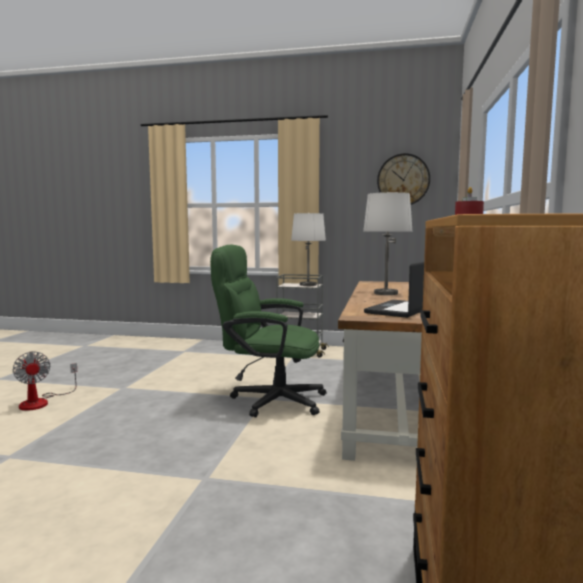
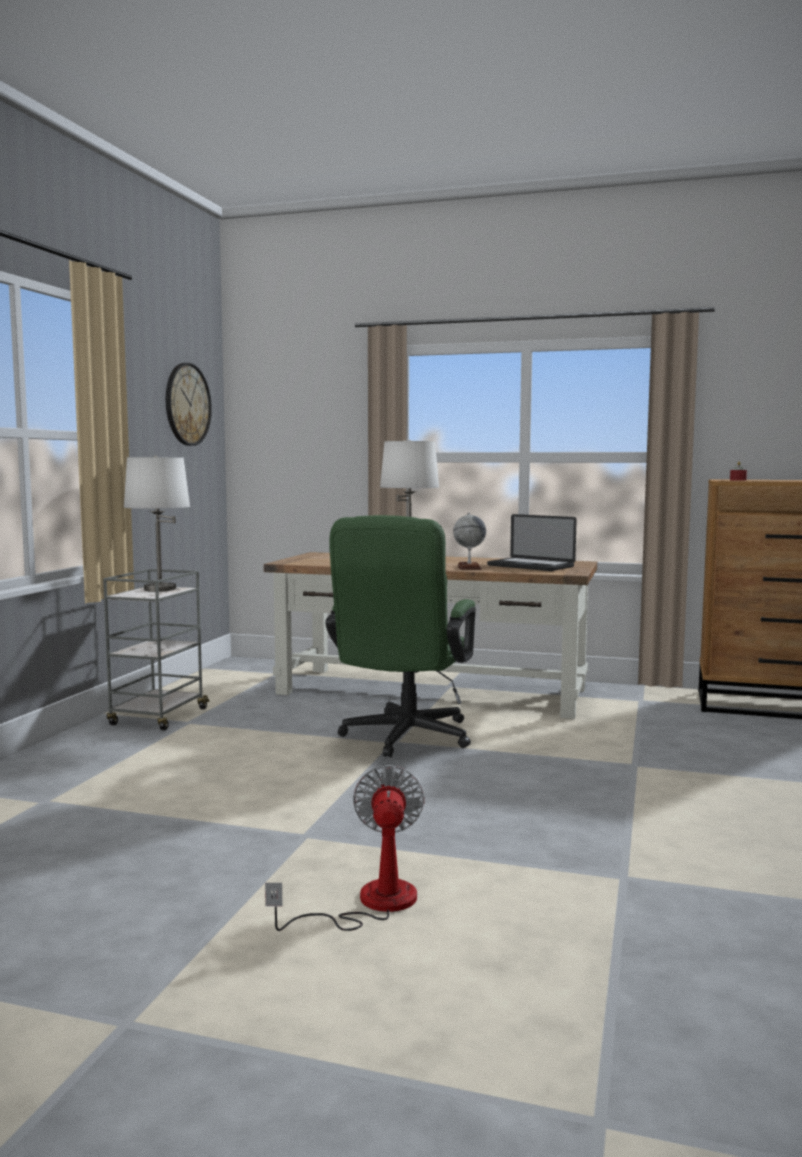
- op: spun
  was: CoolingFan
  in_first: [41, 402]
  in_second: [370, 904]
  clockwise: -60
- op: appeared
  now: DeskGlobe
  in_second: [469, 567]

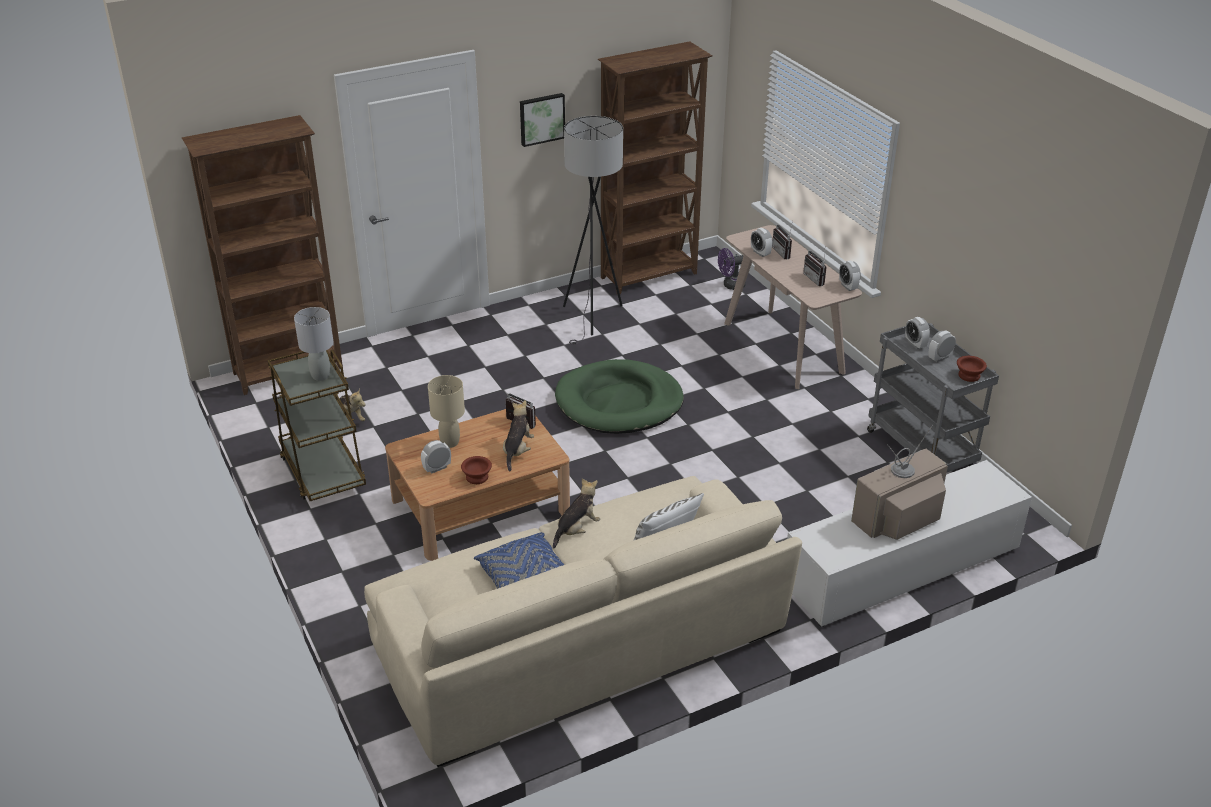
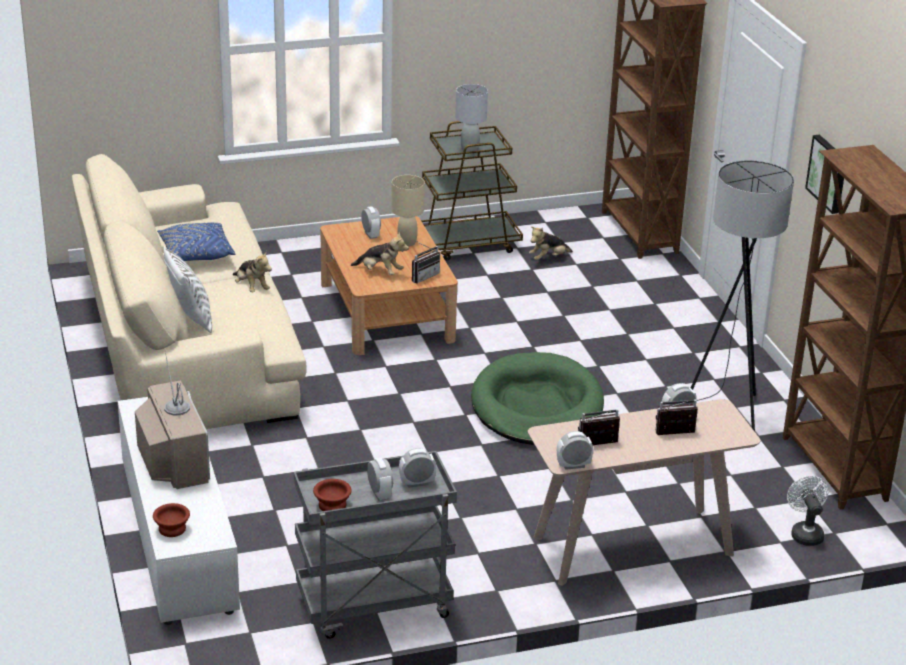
- op: relocated
  was: BrownishServingBowl
  in_first: [477, 477]
  in_second: [173, 529]
- op: colour
  was: PurplishCoolingFan
  now: WhiteCoolingFan
  in_first: [730, 285]
  in_second: [805, 533]

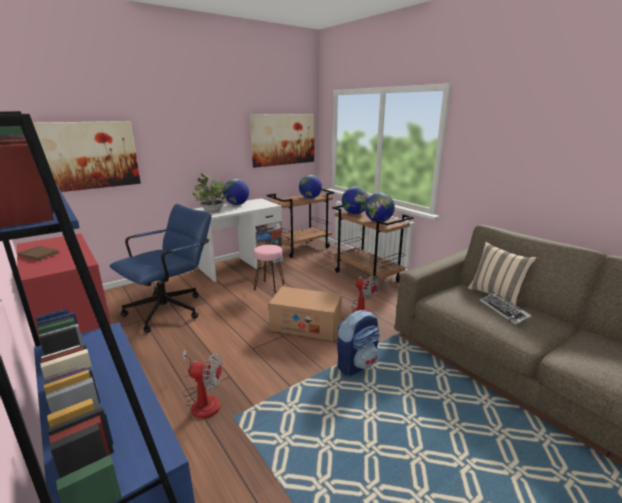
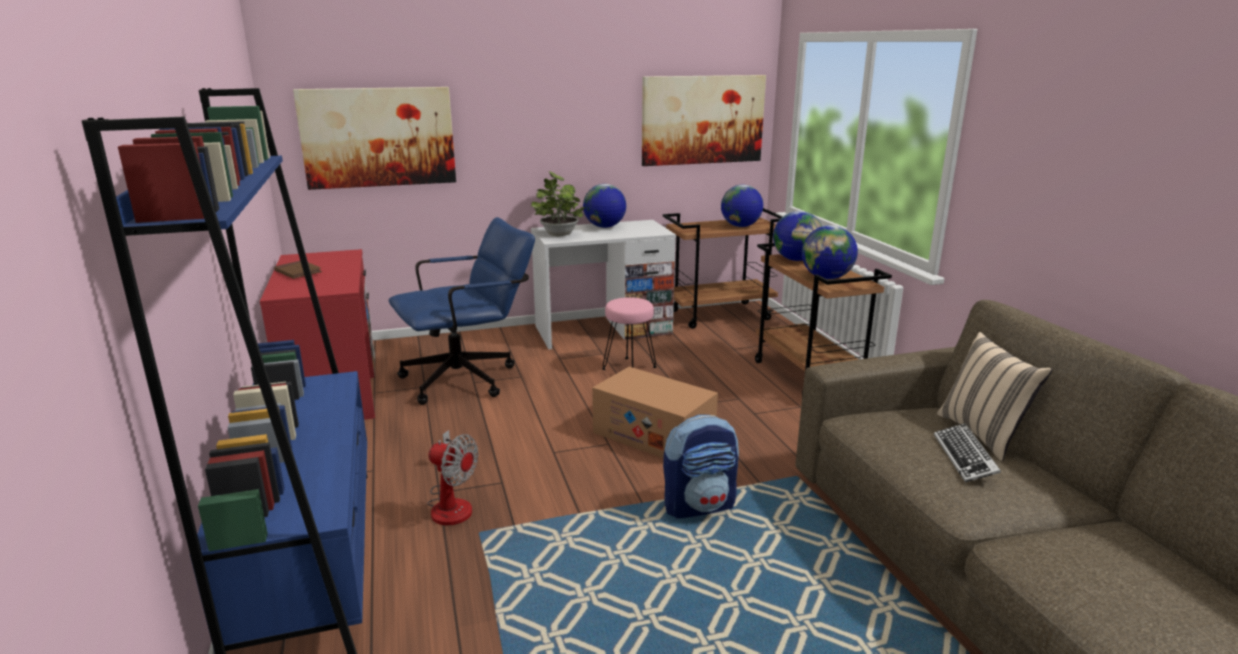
- op: missing
  was: CoolingFan
  in_first: [362, 309]

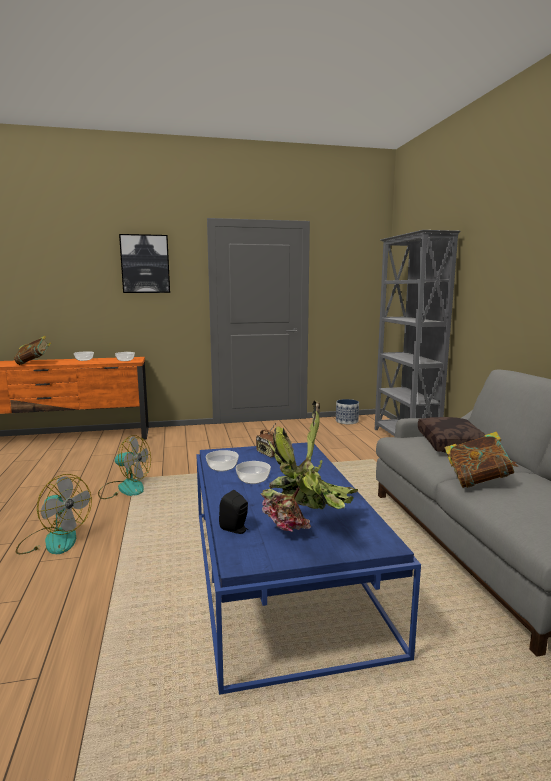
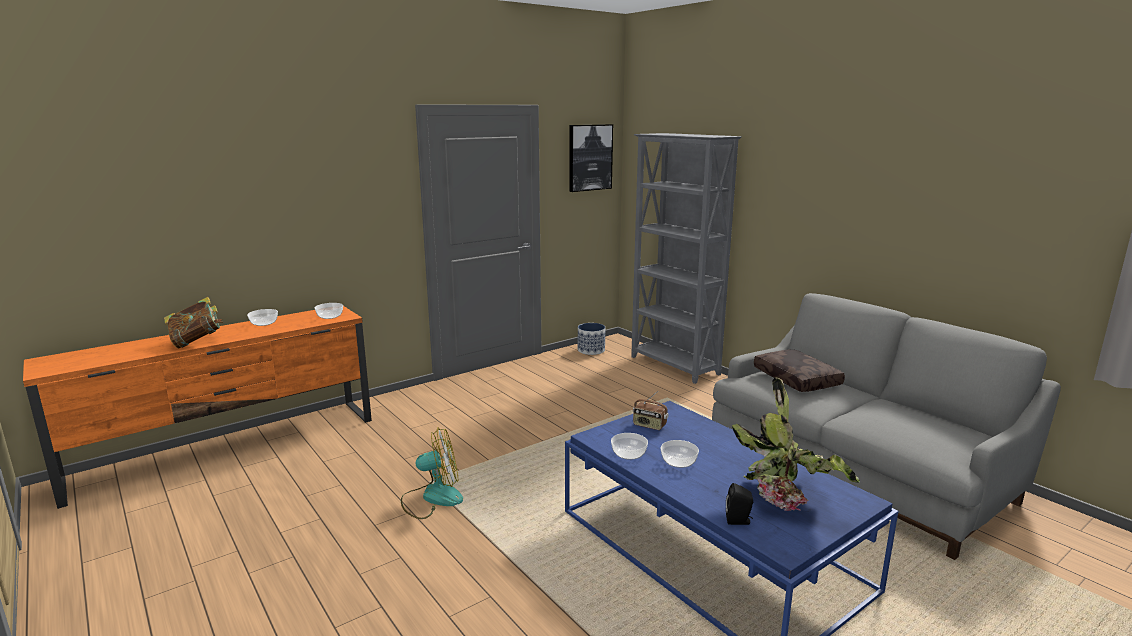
- op: missing
  was: CoolingFan
  in_first: [54, 540]
- op: relocated
  was: WallPicture
  in_first: [145, 264]
  in_second: [590, 157]
- op: missing
  was: Volume
  in_first: [477, 482]

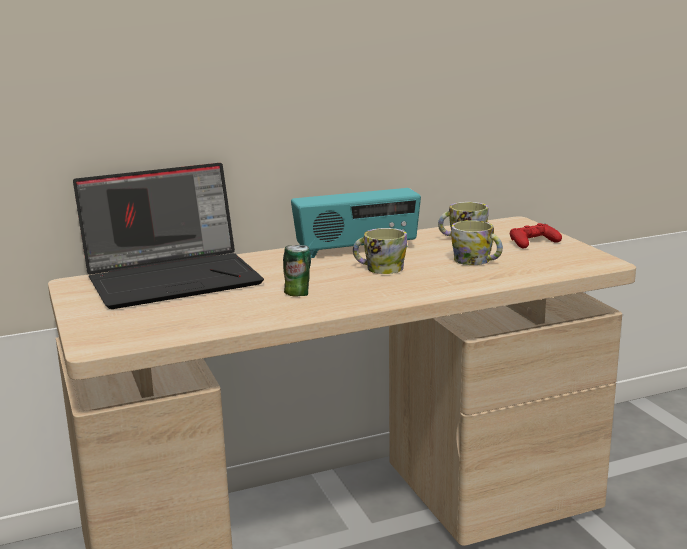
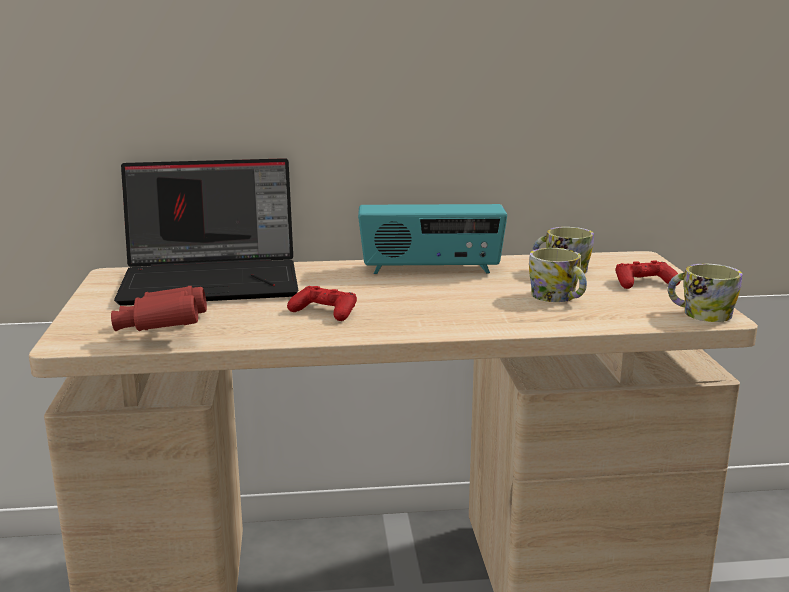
- op: exchanged
  was: MetalCan
  now: ReddishGameController
  in_first: [297, 294]
  in_second: [325, 312]
- op: relocated
  was: TeaMug
  in_first: [379, 269]
  in_second: [700, 314]
- op: appeared
  now: ReddishPairOfBinoculars
  in_second: [164, 331]

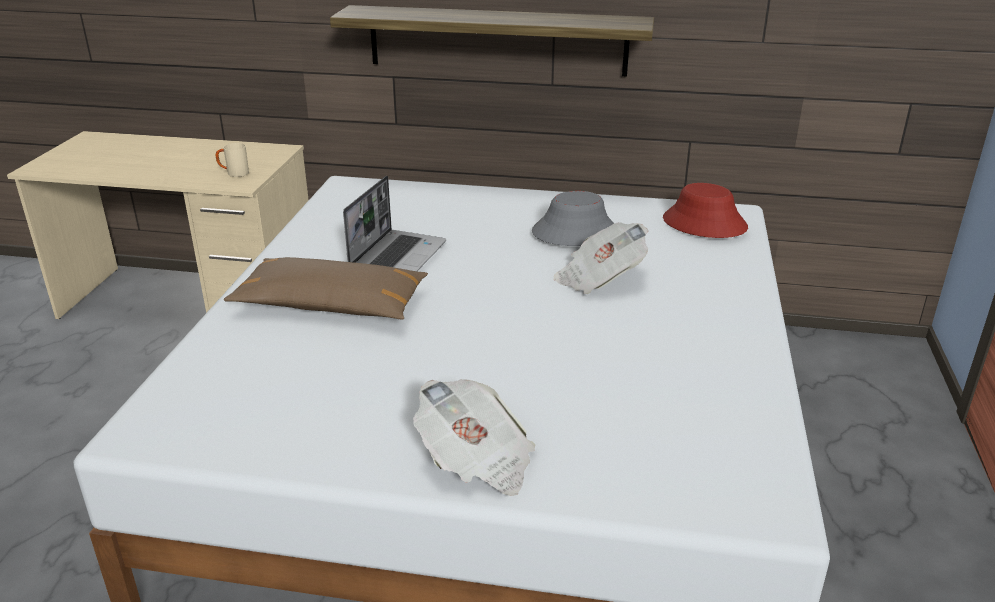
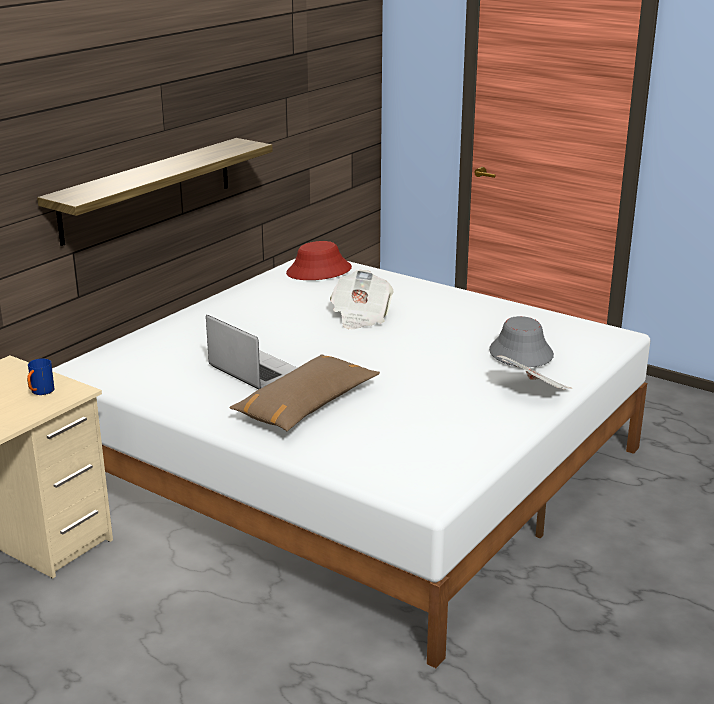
- op: colour
  was: BeigeTeaMug
  now: BluishTeaMug
  in_first: [234, 173]
  in_second: [40, 392]
- op: relocated
  was: GreyishWearableHat
  in_first: [574, 232]
  in_second: [520, 353]

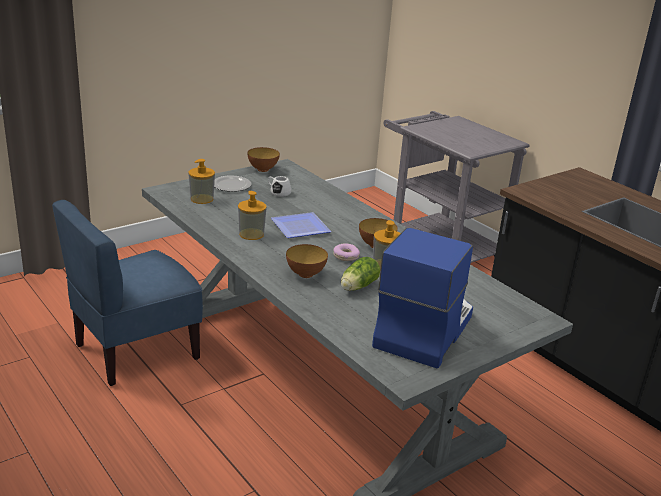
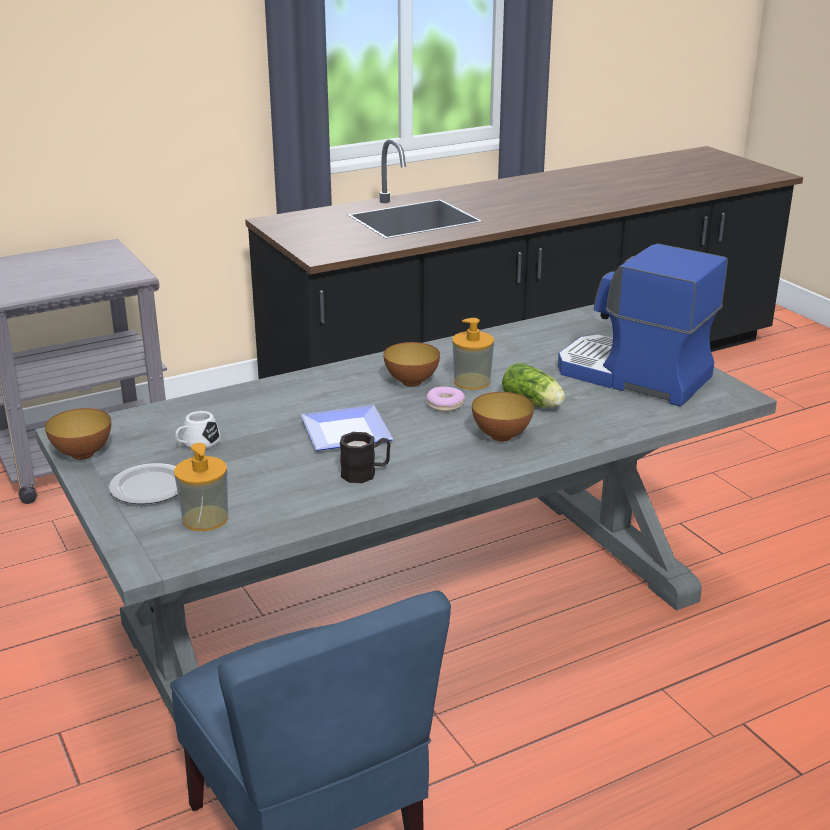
- op: exchanged
  was: SoapBottle
  now: BlackColouredTeaMug
  in_first: [251, 234]
  in_second: [365, 473]

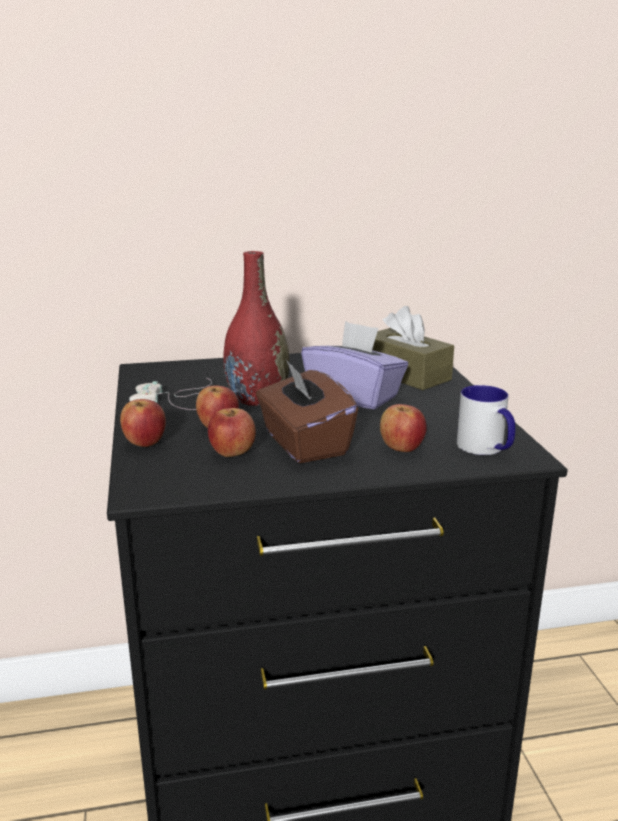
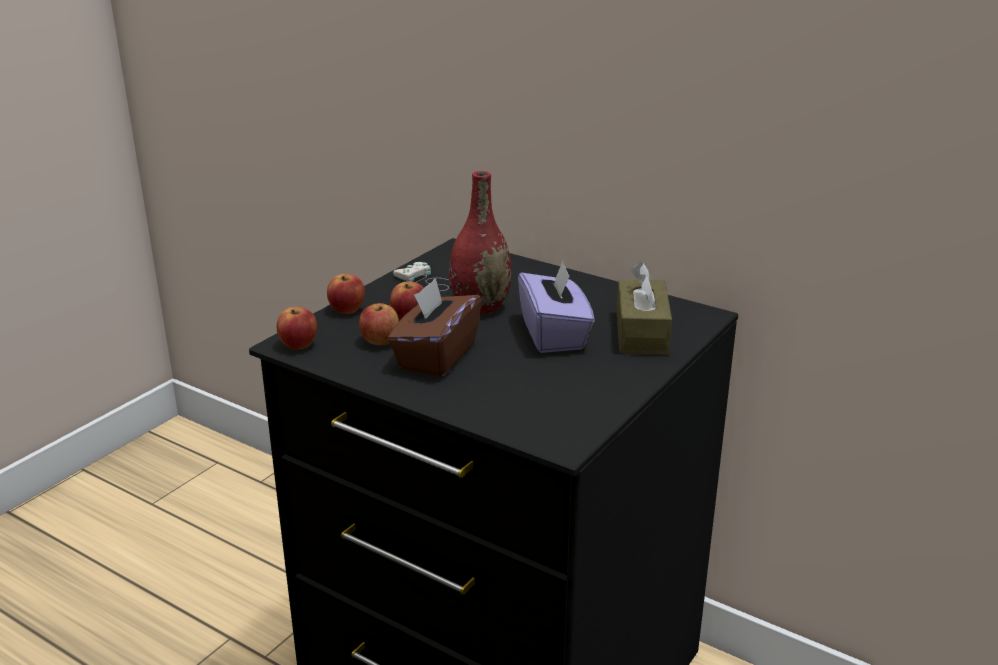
- op: relocated
  was: WholeApple
  in_first: [402, 448]
  in_second: [299, 345]
- op: missing
  was: TeaMug
  in_first: [486, 449]

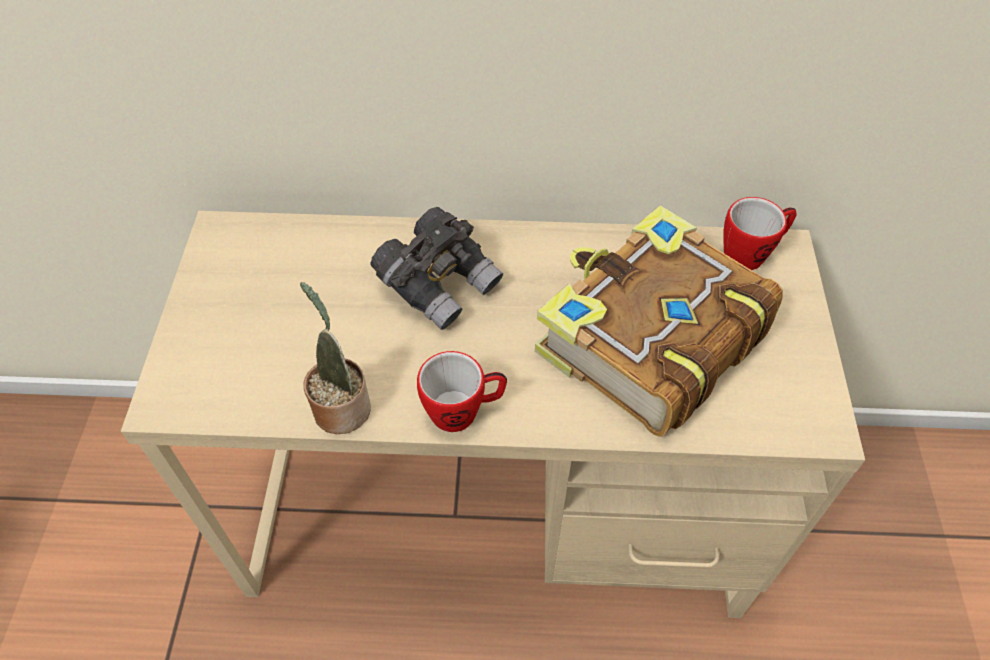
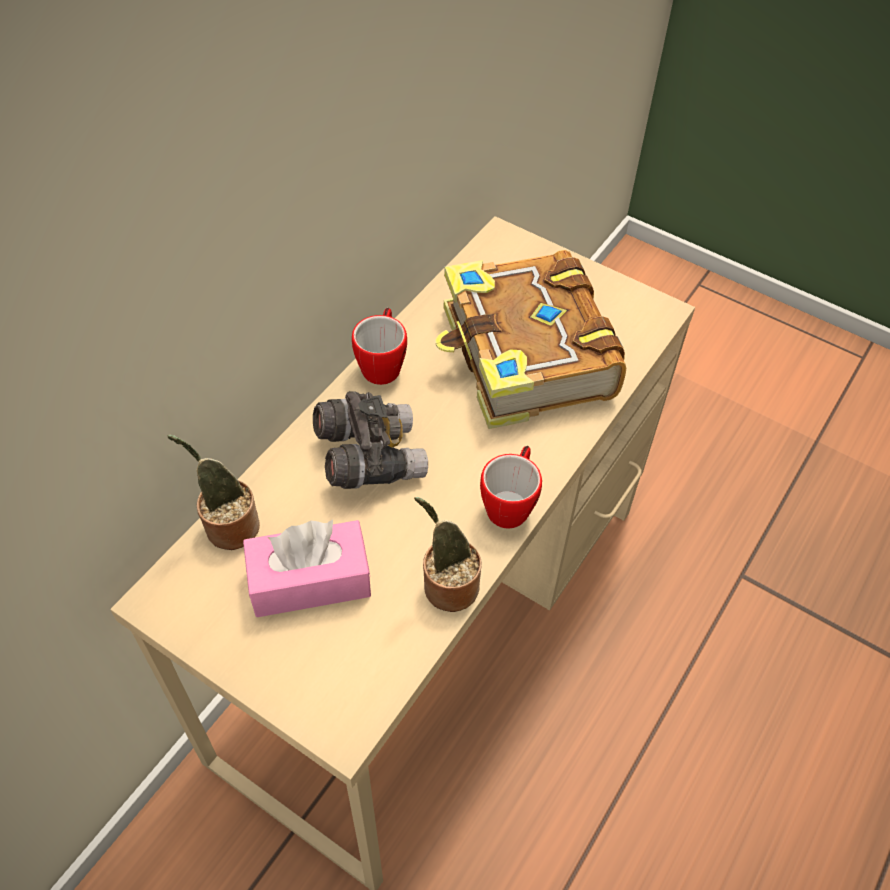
- op: relocated
  was: TeaMug
  in_first: [751, 253]
  in_second: [382, 364]
- op: appeared
  now: PottedPlant
  in_second: [228, 526]
- op: appeared
  now: PinkTissueBox
  in_second: [310, 580]

